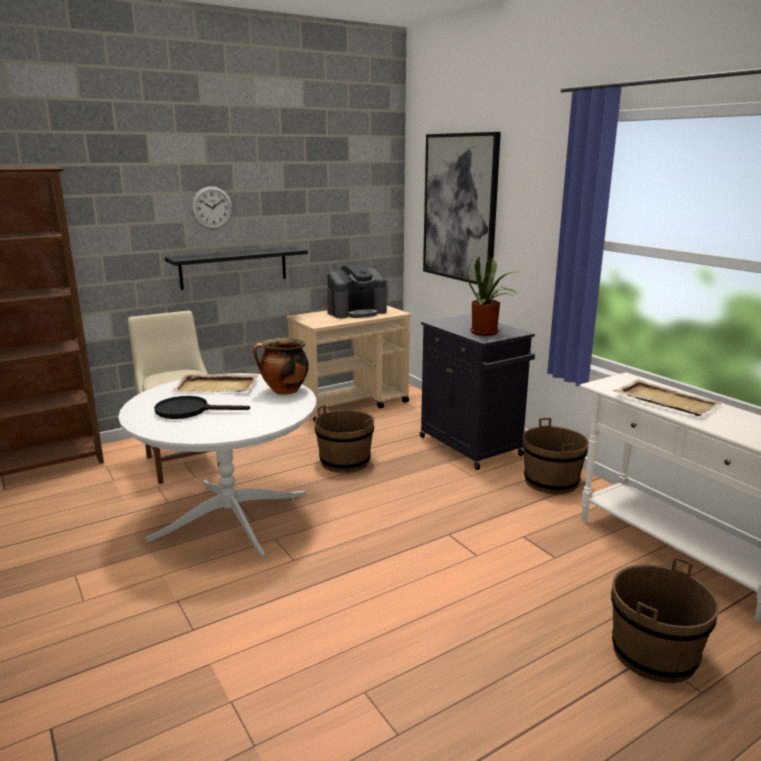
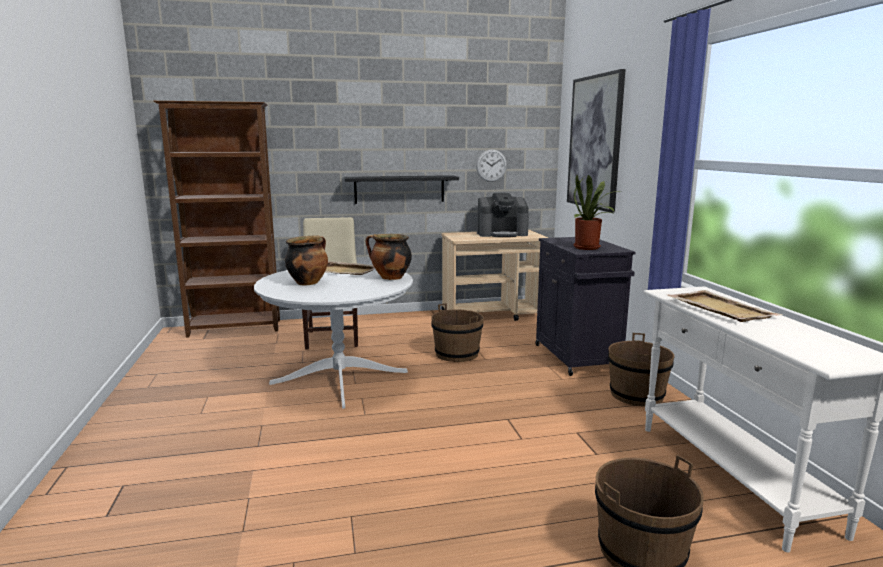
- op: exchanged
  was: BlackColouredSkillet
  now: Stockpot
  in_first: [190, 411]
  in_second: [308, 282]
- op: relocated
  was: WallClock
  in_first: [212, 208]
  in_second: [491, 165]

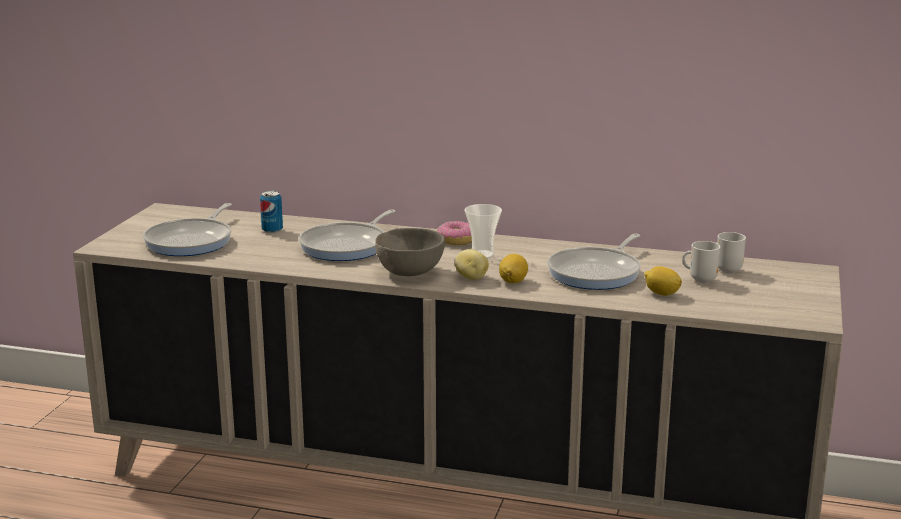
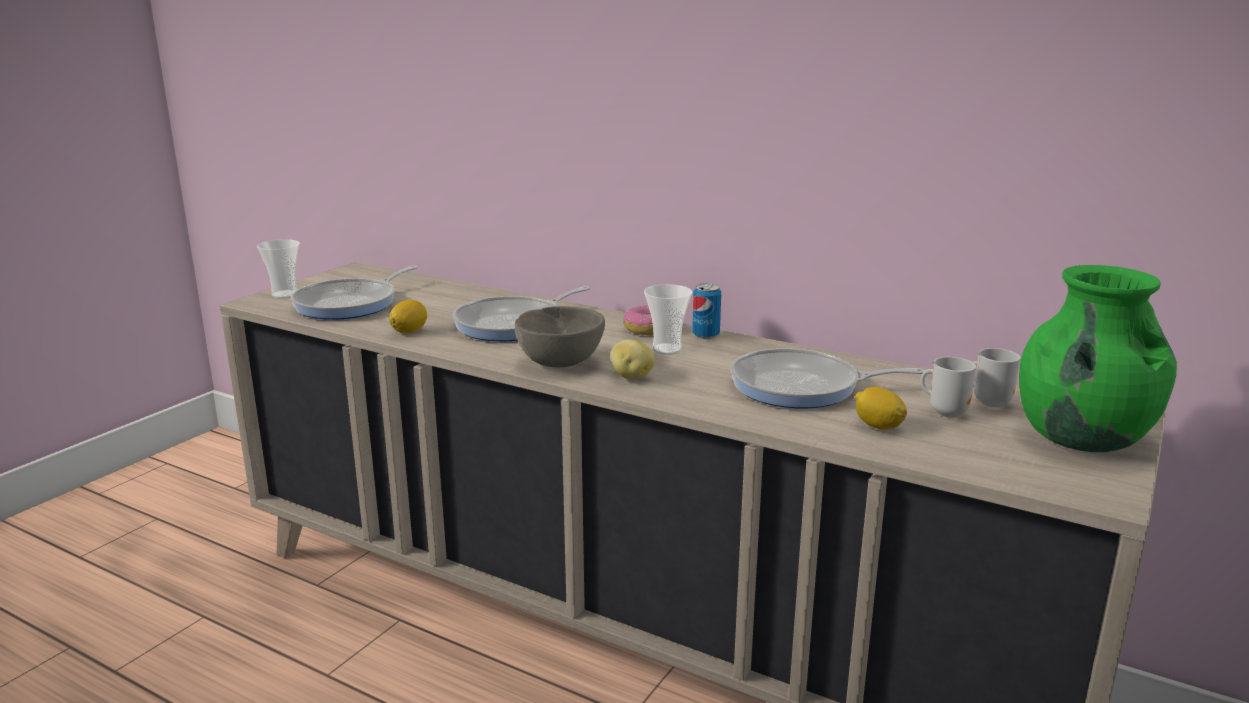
- op: relocated
  was: MetalCan
  in_first: [272, 230]
  in_second: [706, 335]
- op: relocated
  was: WholeLemon
  in_first: [513, 281]
  in_second: [409, 331]
- op: spun
  was: Skillet
  in_first: [597, 273]
  in_second: [802, 387]
  clockwise: 45
- op: appeared
  now: SmallCup
  in_second: [285, 294]
- op: appeared
  now: GreenColouredVase
  in_second: [1081, 438]

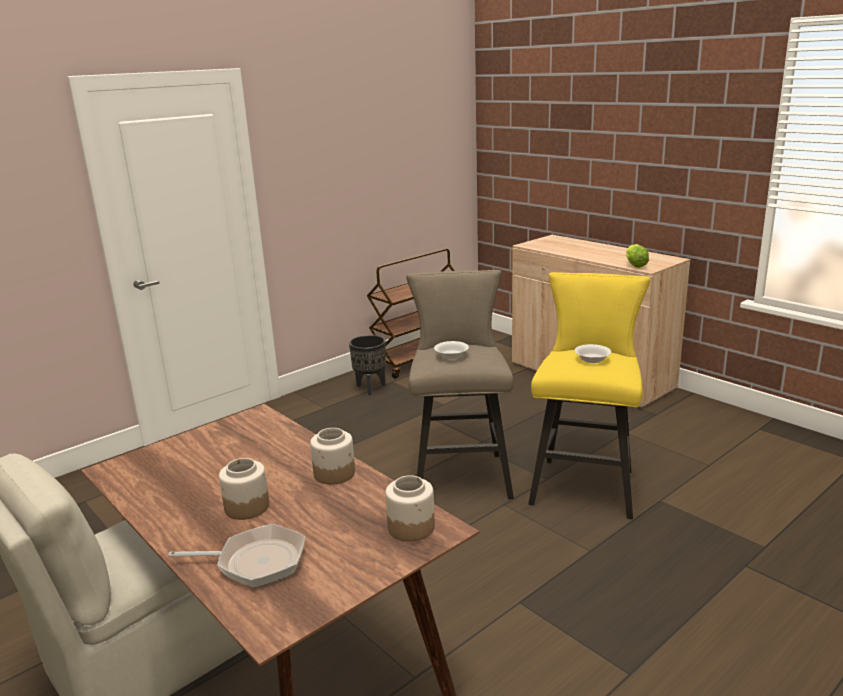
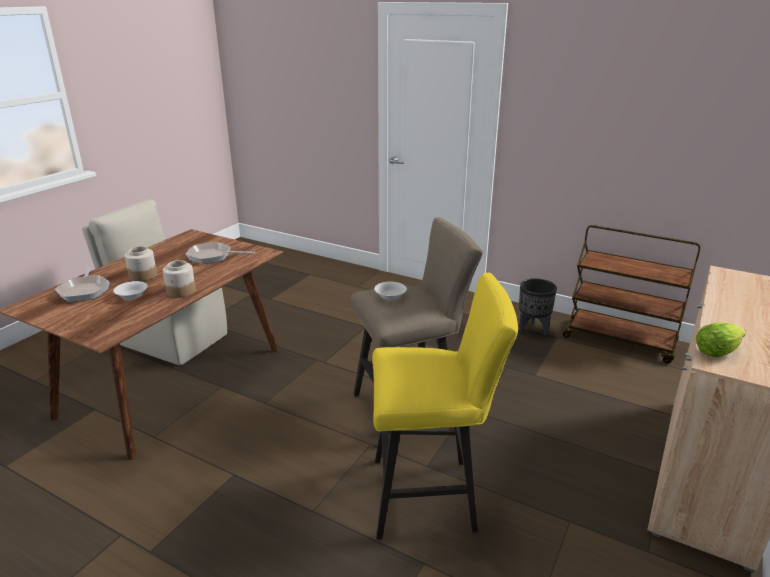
- op: missing
  was: PreserveJar
  in_first: [411, 527]
- op: relocated
  was: WhiteServingBowl
  in_first: [591, 360]
  in_second: [132, 296]
- op: appeared
  now: Skillet
  in_second: [213, 256]

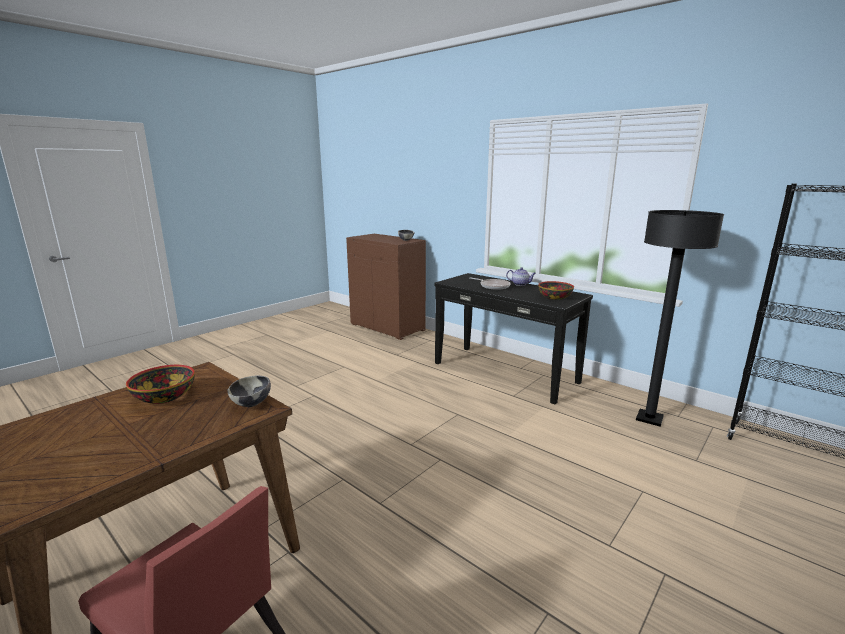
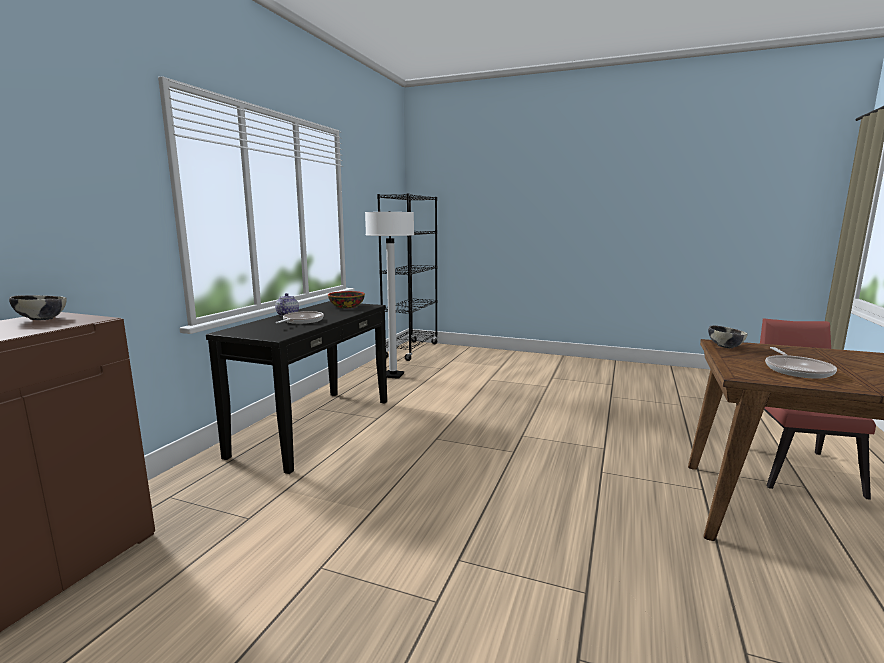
- op: exchanged
  was: ServingBowl
  now: Skillet
  in_first: [165, 397]
  in_second: [796, 370]
- op: colour
  was: BlackColouredStandardLamp
  now: WhiteStandardLamp
  in_first: [649, 419]
  in_second: [393, 375]

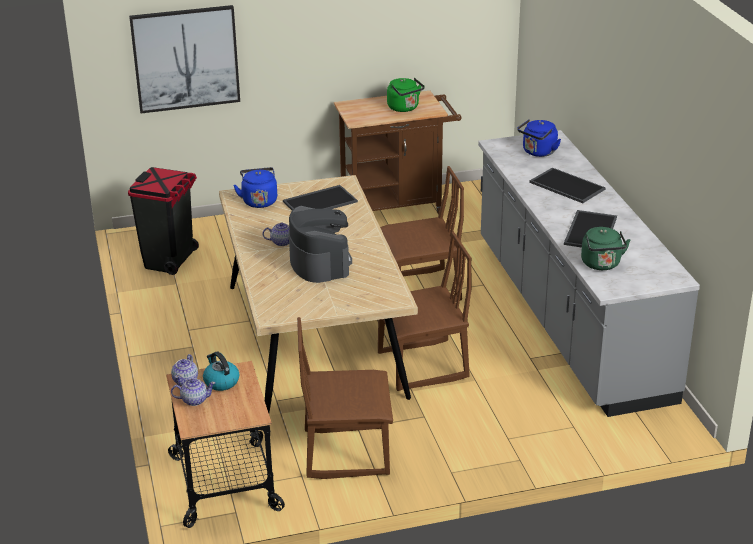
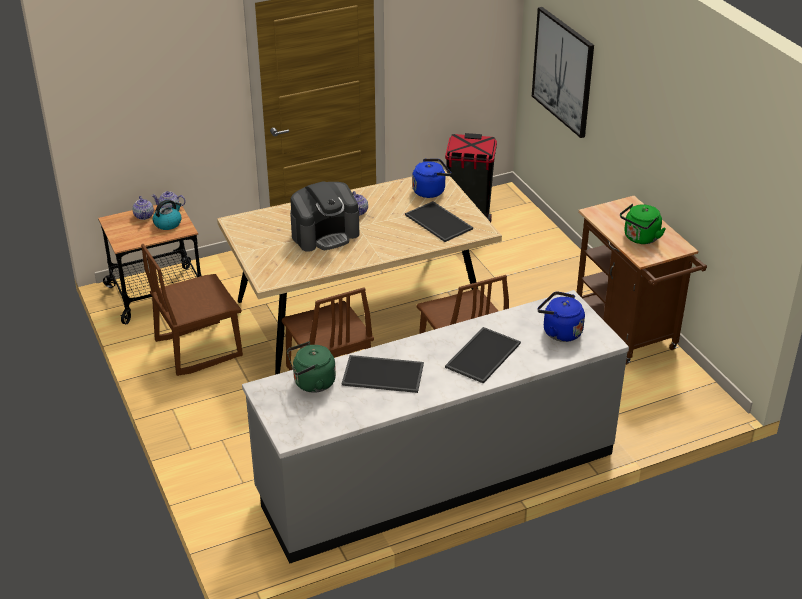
- op: spun
  was: BrownishUprightChair
  in_first: [346, 452]
  in_second: [198, 348]
  clockwise: -105

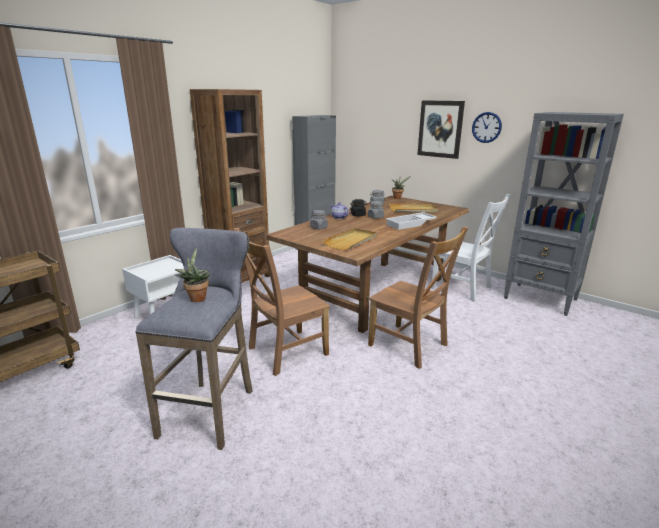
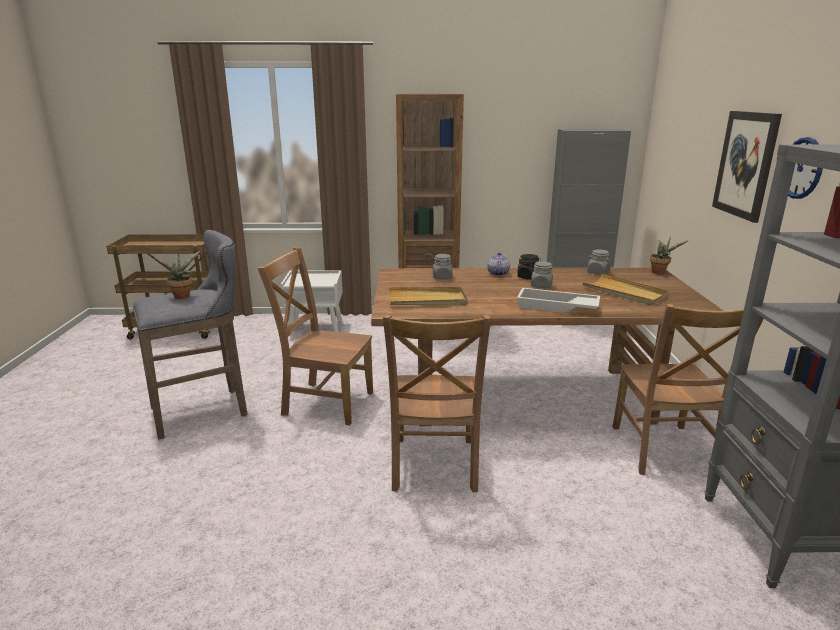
- op: colour
  was: WhiteUprightChair
  now: BrownishUprightChair
  in_first: [463, 288]
  in_second: [664, 451]

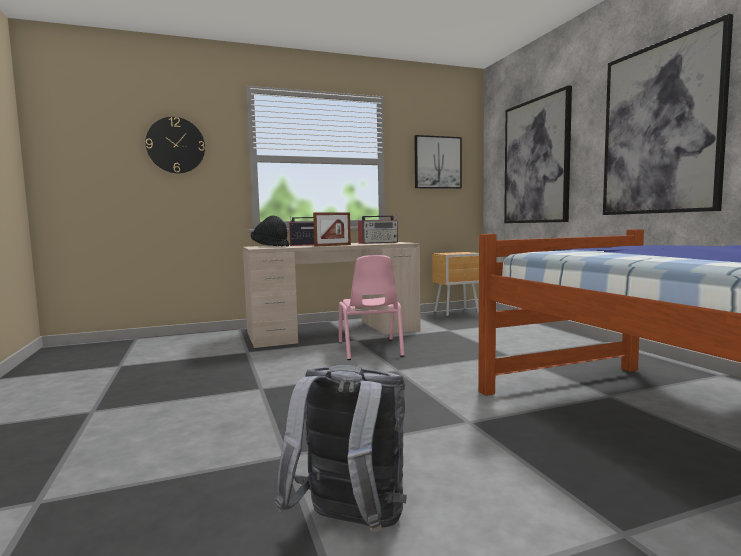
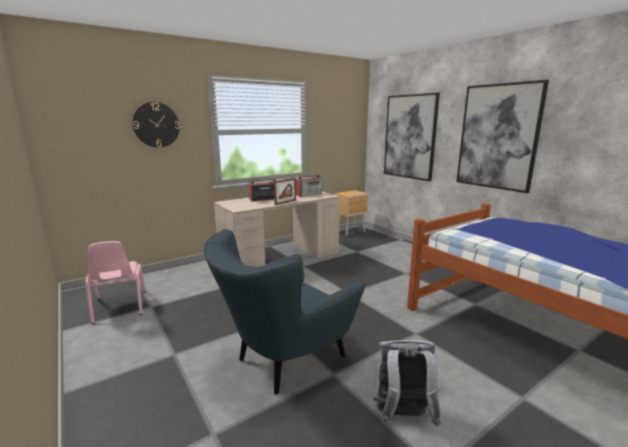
- op: missing
  was: BlackColouredWearableHat
  in_first: [270, 246]
- op: relocated
  was: PinkUprightChair
  in_first: [370, 349]
  in_second: [119, 306]
- op: missing
  was: WallPicture
  in_first: [437, 162]
- op: appeared
  now: BluishLoungeChair
  in_second: [284, 361]

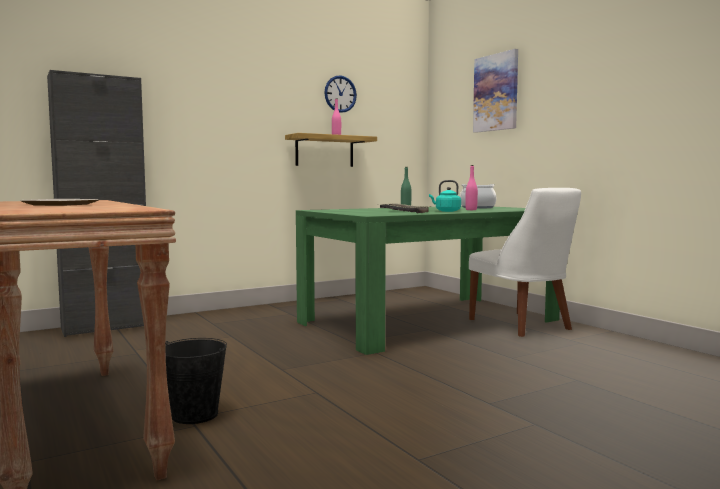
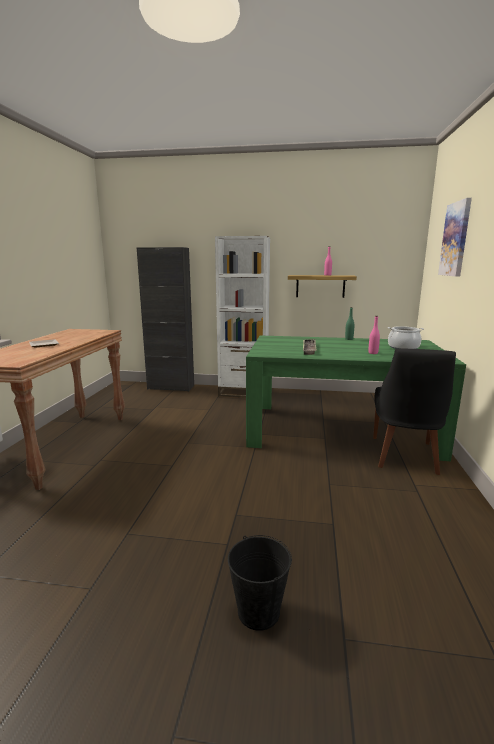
- op: relocated
  was: BlackColouredPail
  in_first: [195, 415]
  in_second: [258, 611]
- op: missing
  was: WallClock
  in_first: [340, 94]
- op: missing
  was: TurquoiseColouredWaterKettle
  in_first: [446, 211]
- op: colour
  was: WhiteUprightChair
  now: BlackColouredUprightChair
  in_first: [522, 325]
  in_second: [404, 456]
- op: appeared
  now: WhiteShelvingUnit
  in_second: [243, 392]

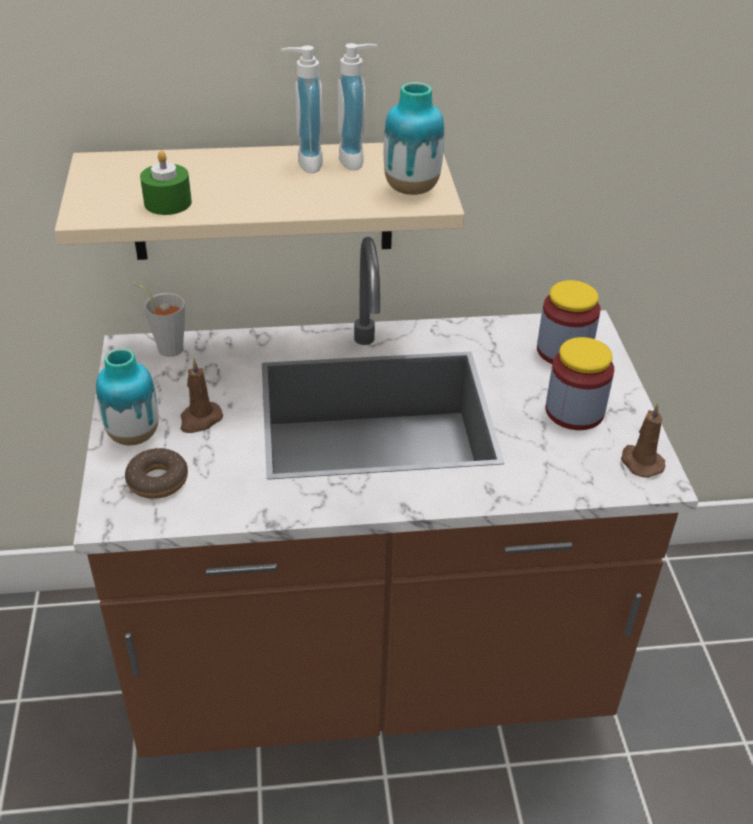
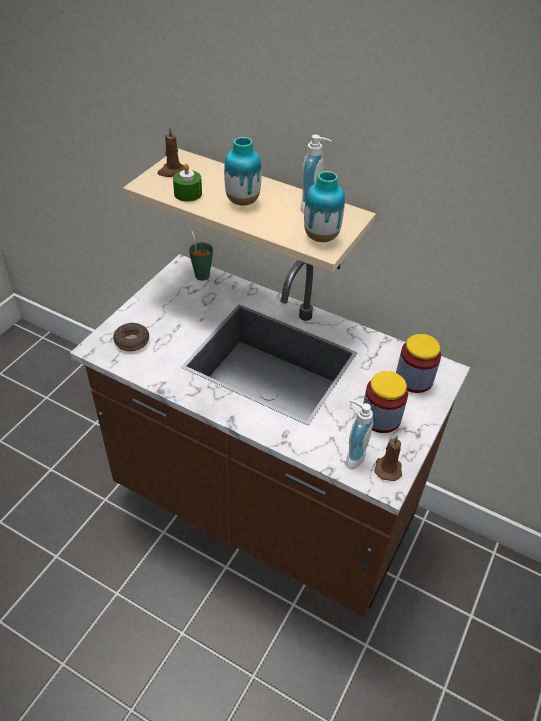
- op: relocated
  was: Vase
  in_first: [133, 435]
  in_second: [242, 201]
- op: colour
  was: GreyishSmallCup
  now: GreenColouredSmallCup
  in_first: [166, 347]
  in_second: [201, 273]
- op: relocated
  was: BrownishCandle
  in_first: [200, 419]
  in_second: [172, 172]
- op: relocated
  was: SoapBottle
  in_first: [304, 162]
  in_second: [352, 456]

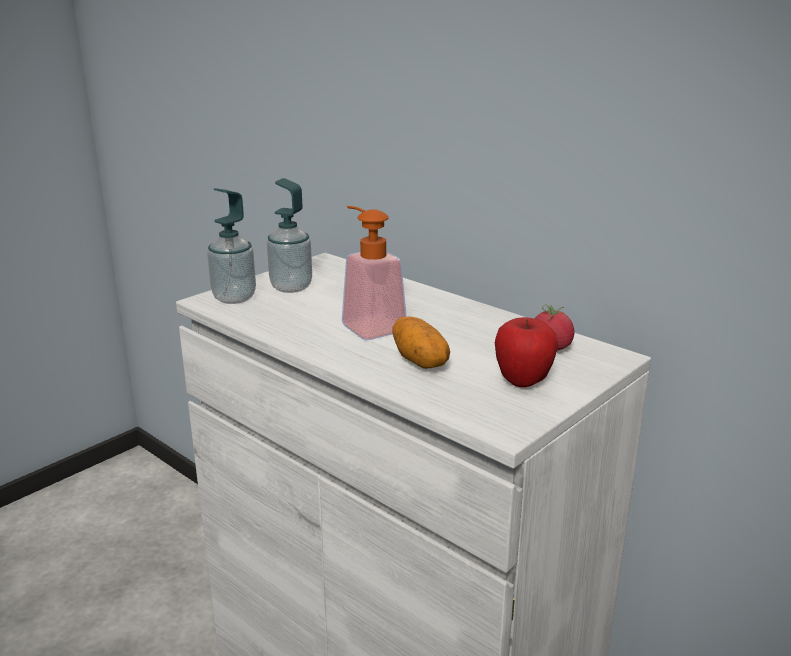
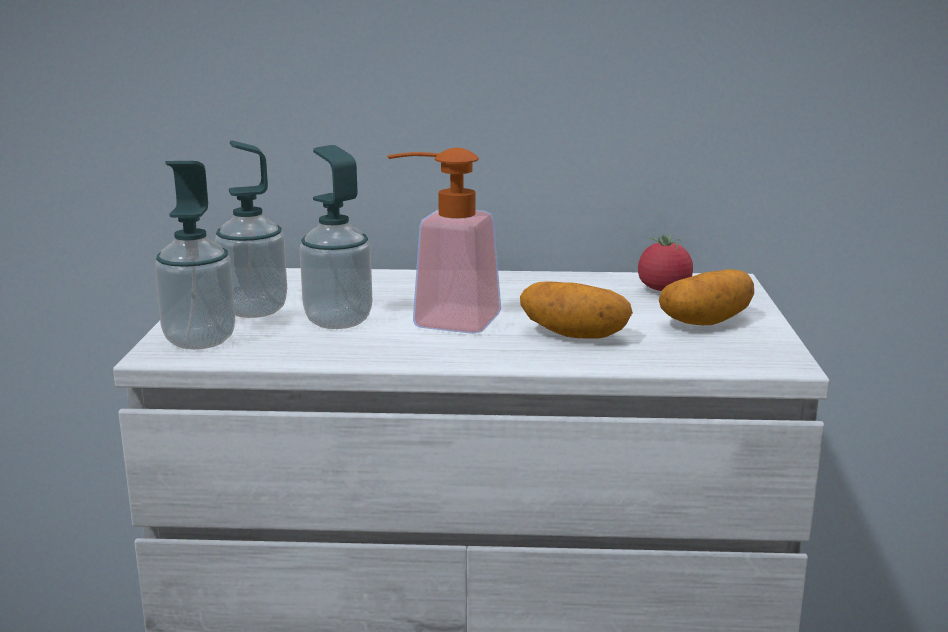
- op: exchanged
  was: WholeApple
  now: Spud
  in_first: [523, 382]
  in_second: [705, 322]
- op: appeared
  now: SoapBottle
  in_second: [338, 321]

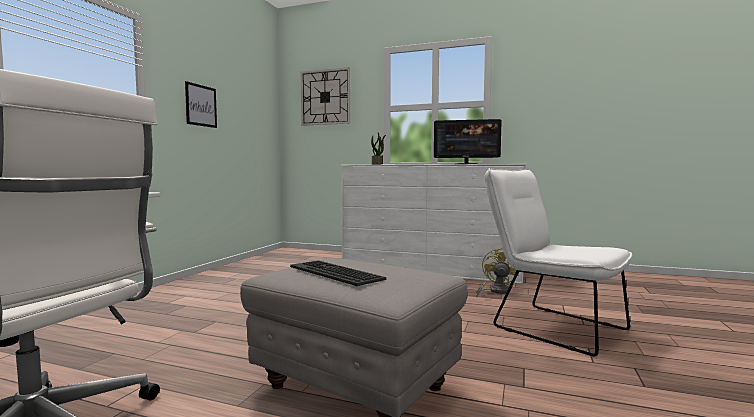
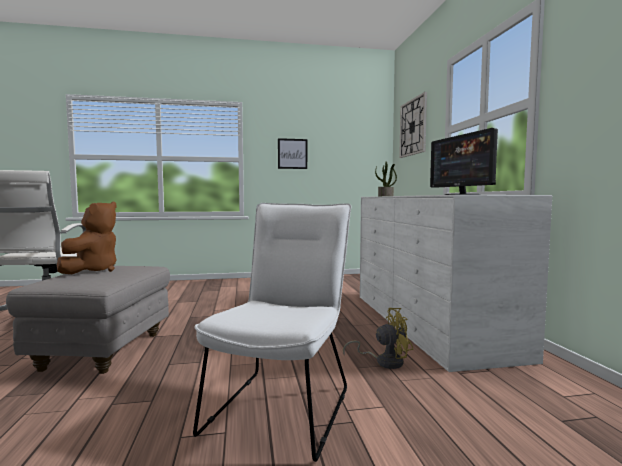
- op: exchanged
  was: Keyboard
  now: BrownishSoftToy
  in_first: [336, 273]
  in_second: [93, 270]

